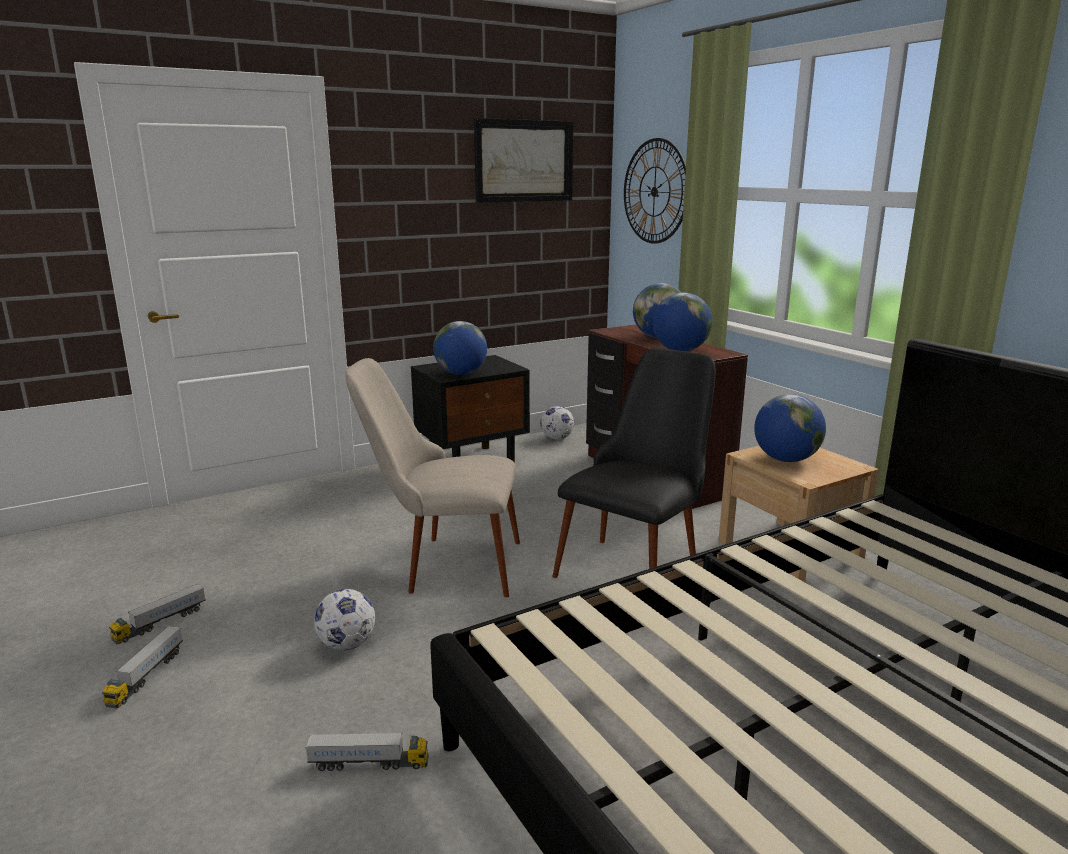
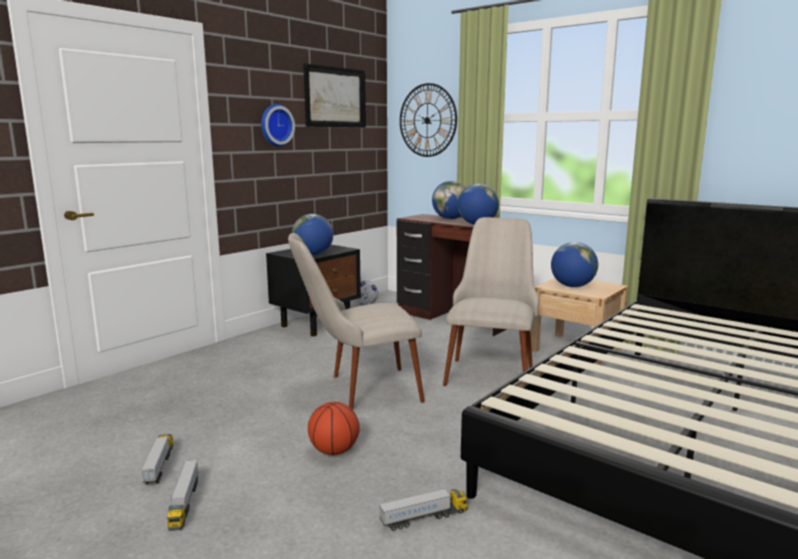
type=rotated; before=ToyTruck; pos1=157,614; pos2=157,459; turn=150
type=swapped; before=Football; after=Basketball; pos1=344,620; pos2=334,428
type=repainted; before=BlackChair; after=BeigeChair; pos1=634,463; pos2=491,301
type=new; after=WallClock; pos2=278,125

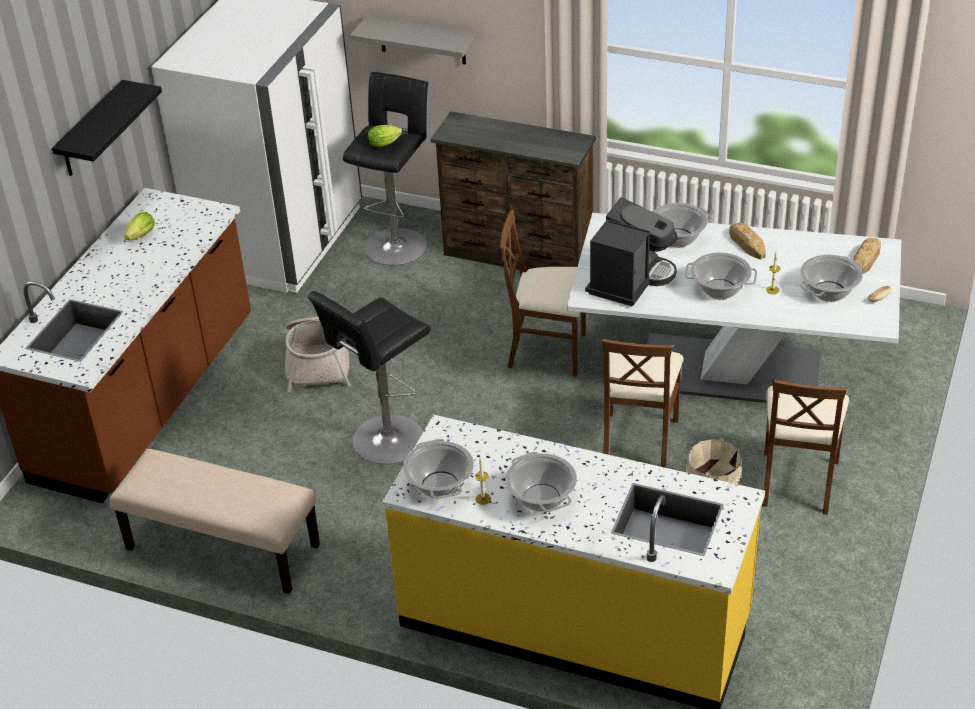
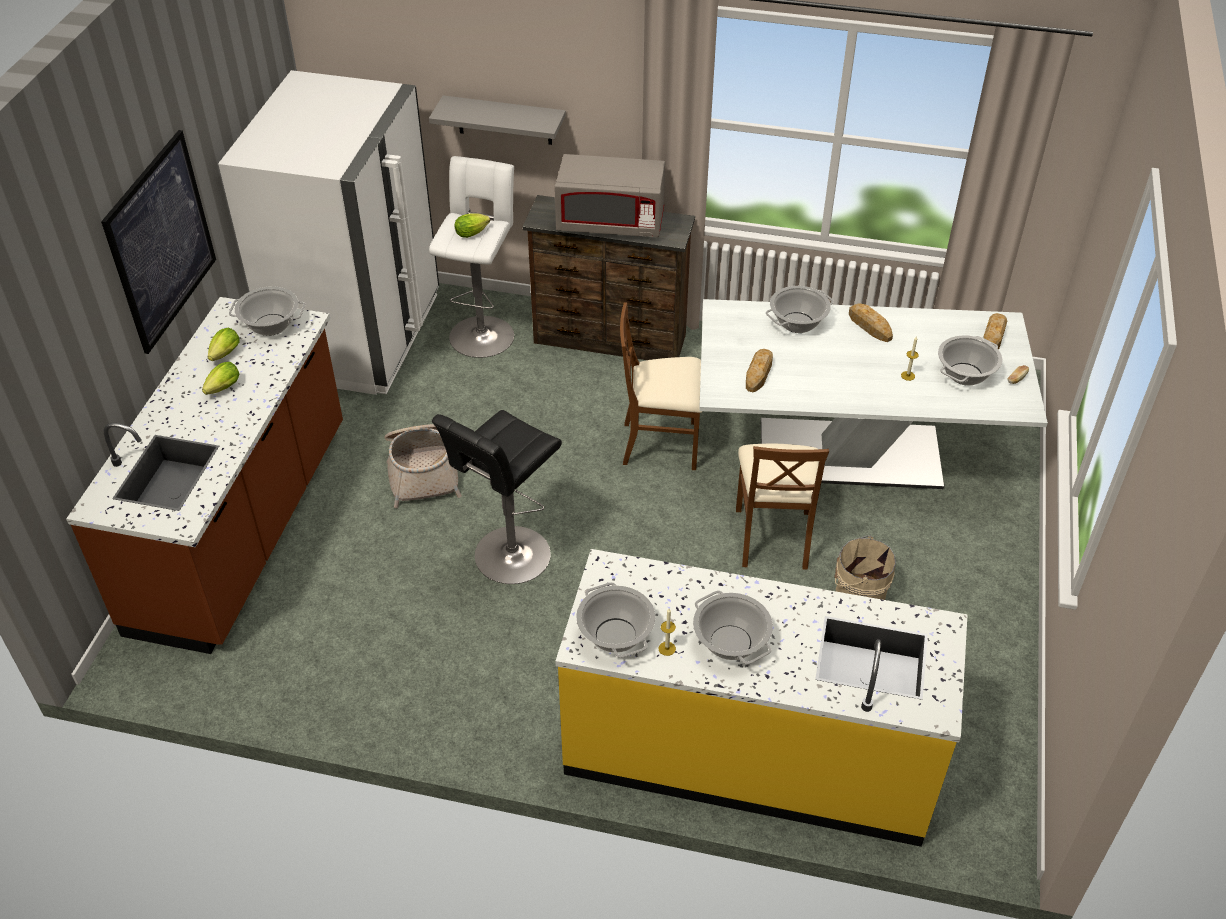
type=swapped; before=BlackShelf; after=Picture; pos1=107,128; pos2=158,242
type=gone; before=BeigeBench; pos1=214,521
type=repainted; before=BlackStool; after=WhiteStool; pos1=385,168; pos2=471,257
type=swapped; before=CoffeeMachine; after=Bread; pos1=631,251; pos2=759,370
type=shifted; before=CookingPot; pos1=721,275; pos2=267,311
type=gone; before=BrownChair; pos1=805,447
type=new; after=Lettuce; pos2=220,378
type=new; after=GreyMicrowave; pos2=609,195

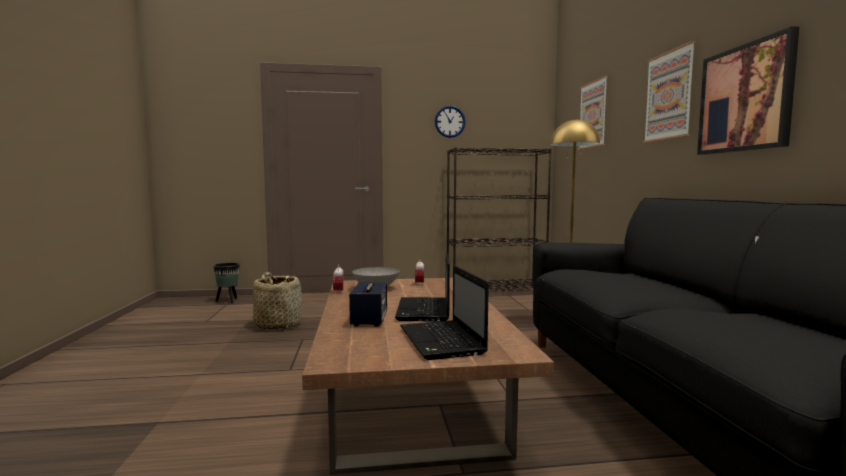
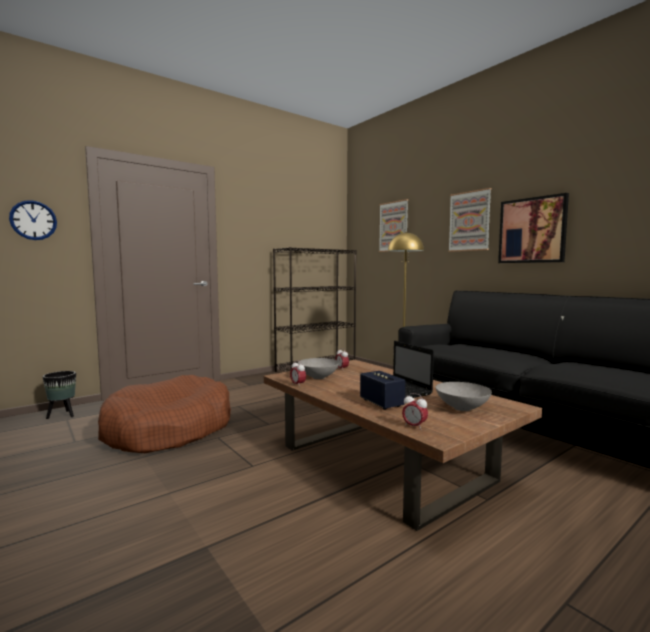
type=swapped; before=Basket; after=BrownDogBed; pos1=277,301; pos2=164,414
type=swapped; before=Laptop; after=GreyBowl; pos1=444,312; pos2=463,396
type=shifted; before=WallClock; pos1=450,122; pos2=33,220
type=new; after=AlarmClock; pos2=415,411

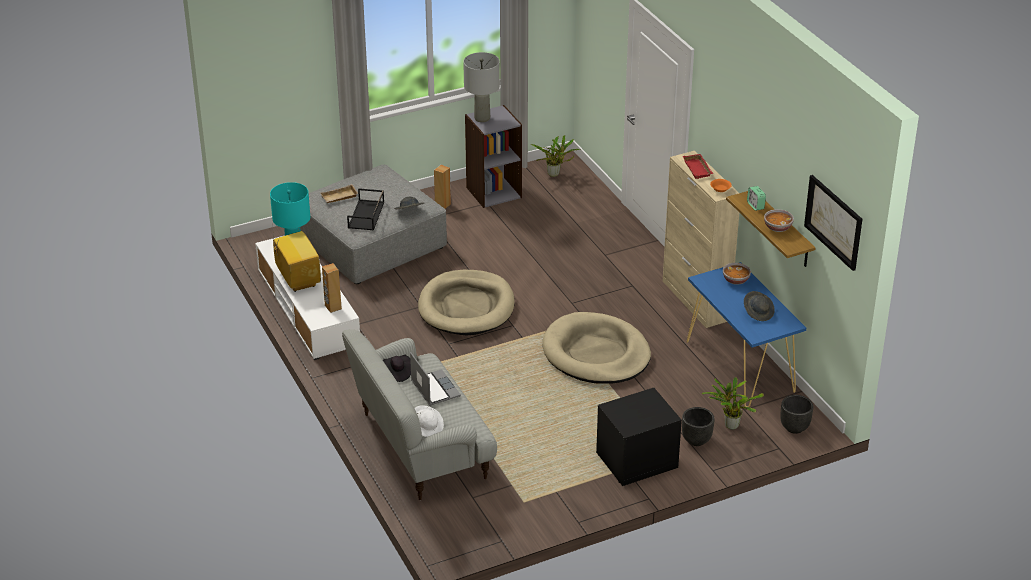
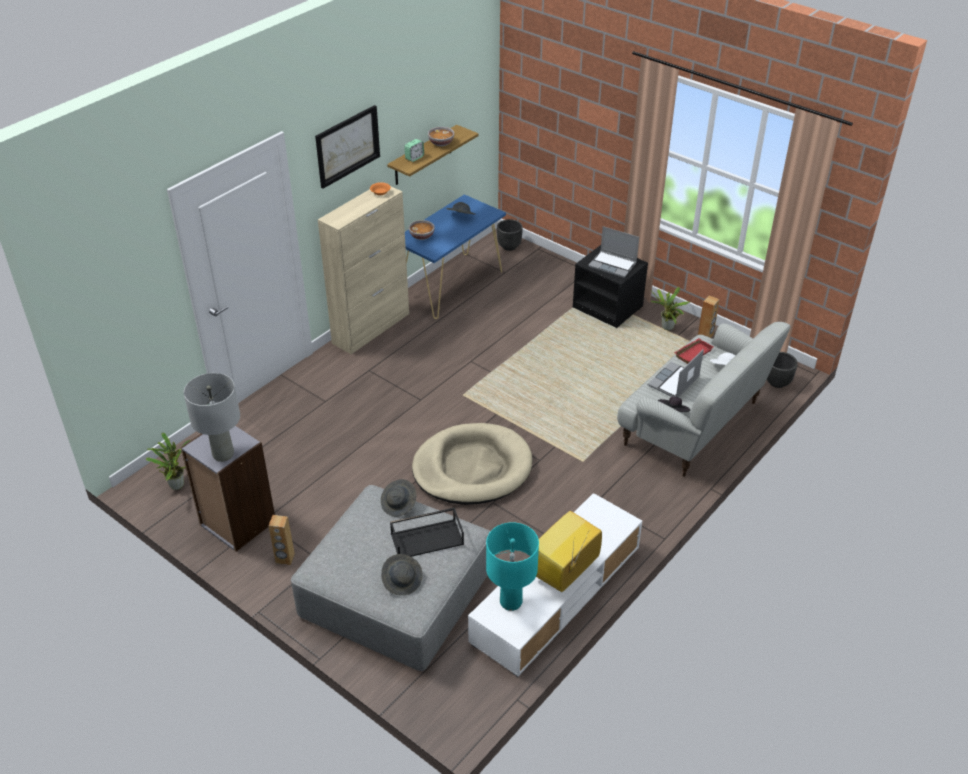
type=swapped; before=BeigeTray; after=GreyHat; pos1=339,193; pos2=402,575
type=shifted; before=BrownSpeaker; pos1=332,288; pos2=709,317
type=gone; before=BeigeDogBed; pos1=596,348
type=shifted; before=BlackPlanter; pos1=698,426; pos2=782,370
type=shifted; before=RedTray; pos1=698,166; pos2=694,351
type=shifted; before=PottedPlant; pos1=733,403; pos2=670,308
type=shifted; before=Picture; pos1=833,223; pos2=347,147
type=new; after=Laptop; pos2=613,252

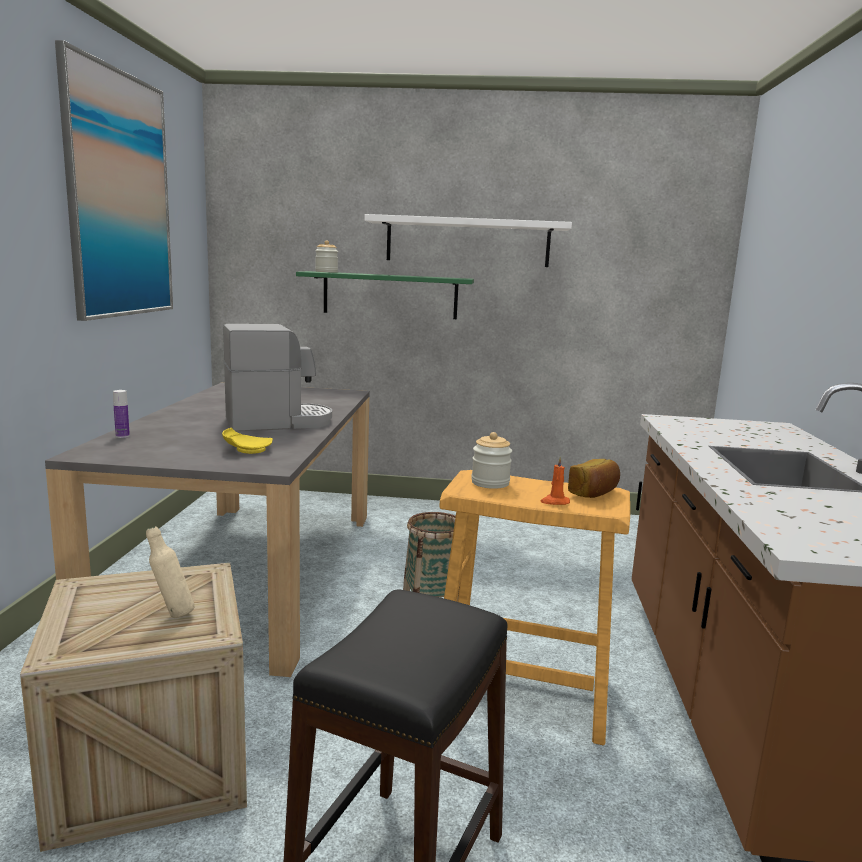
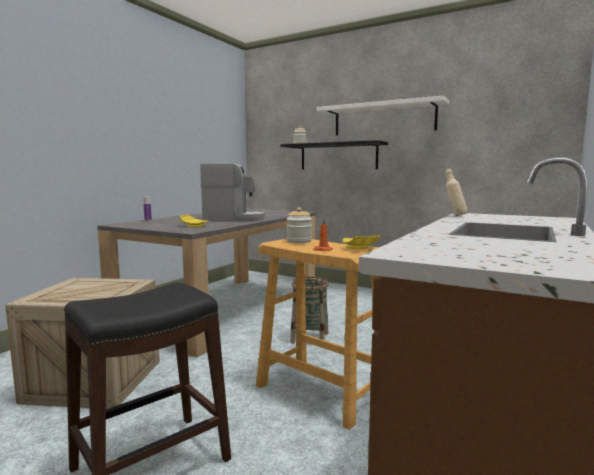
type=gone; before=Picture; pos1=114,180
type=shifted; before=BeigeBottle; pos1=170,572; pos2=456,192
type=repainted; before=GreenShelf; after=BlackShelf; pos1=385,295; pos2=334,155
type=swapped; before=Bread; after=YellowPlate; pos1=594,478; pos2=361,242

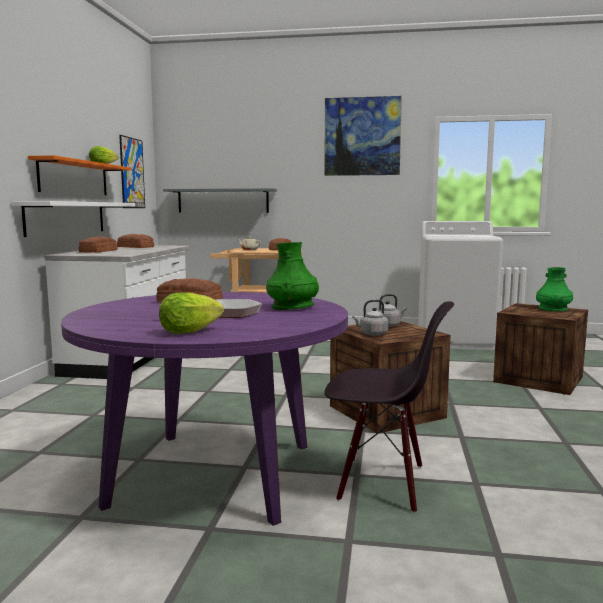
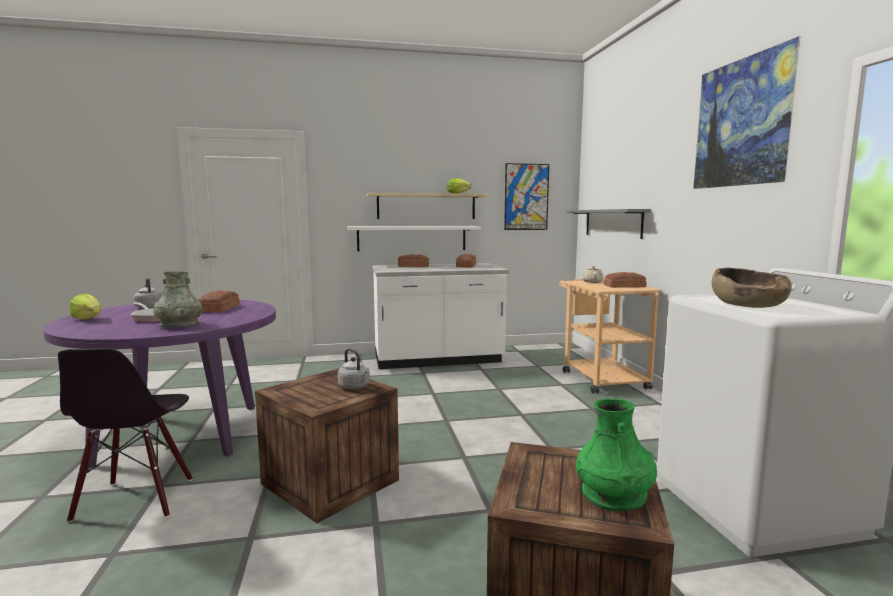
type=repainted; before=OrangeShelf; after=BeigeShelf; pos1=79,175; pos2=428,206
type=repainted; before=GreenVase; after=GreyVase; pos1=292,276; pos2=178,299
type=shifted; before=GreyKettle; pos1=370,318; pos2=148,293
type=new; after=BrownBowl; pos2=752,288

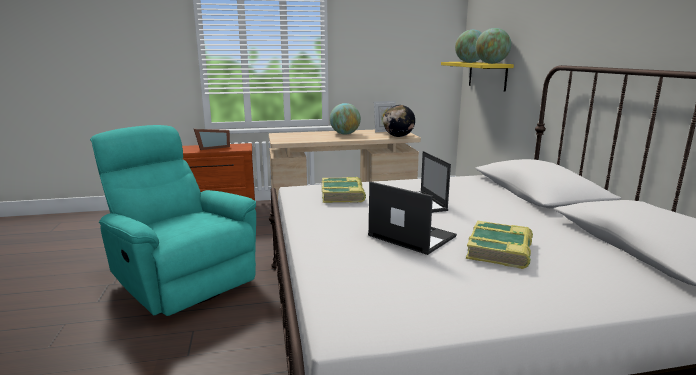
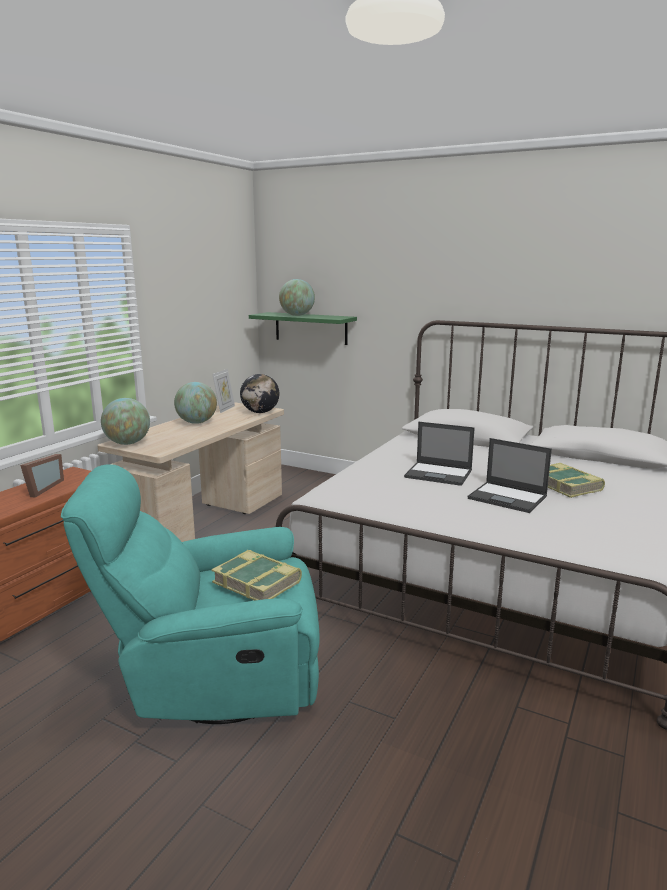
type=shifted; before=Book; pos1=344,190; pos2=256,575
type=rotated; before=Laptop; pos1=412,218; pos2=510,475; turn=-135
type=repainted; before=YellowShelf; after=GreenShelf; pos1=477,77; pos2=303,328
type=shifted; before=Globe; pos1=493,46; pos2=125,421

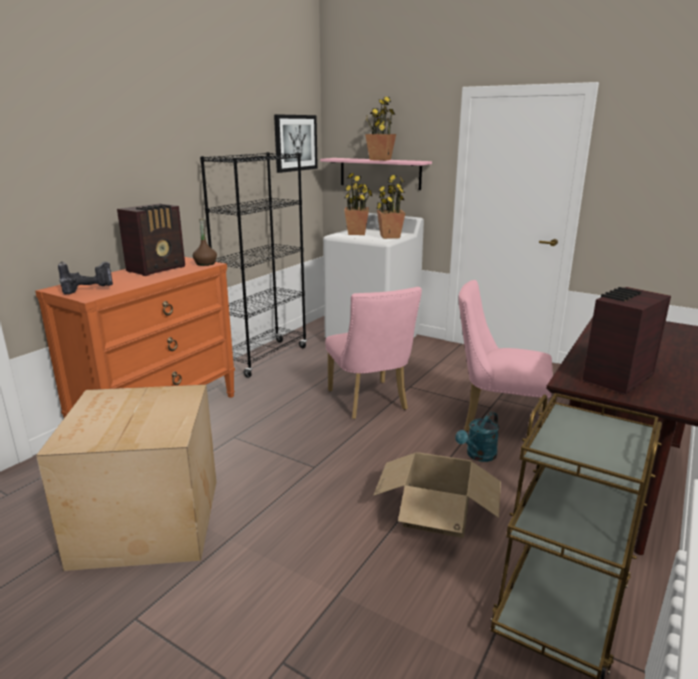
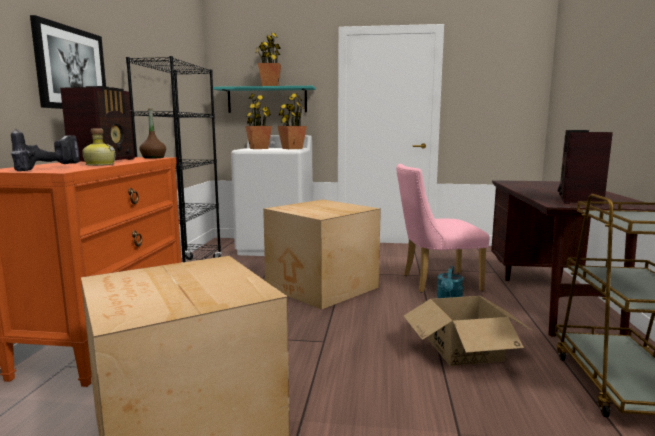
type=shifted; before=Picture; pos1=296,143; pos2=68,62
type=repainted; before=PinkShelf; after=TurquoiseShelf; pos1=376,174; pos2=264,99
type=swapped; before=PinkChair; after=CardboardBox; pos1=373,353; pos2=322,254
type=new; after=Bottle; pos2=99,147

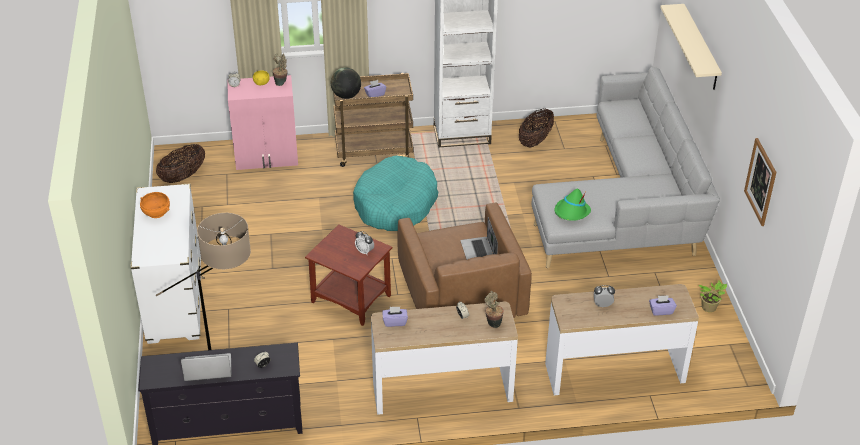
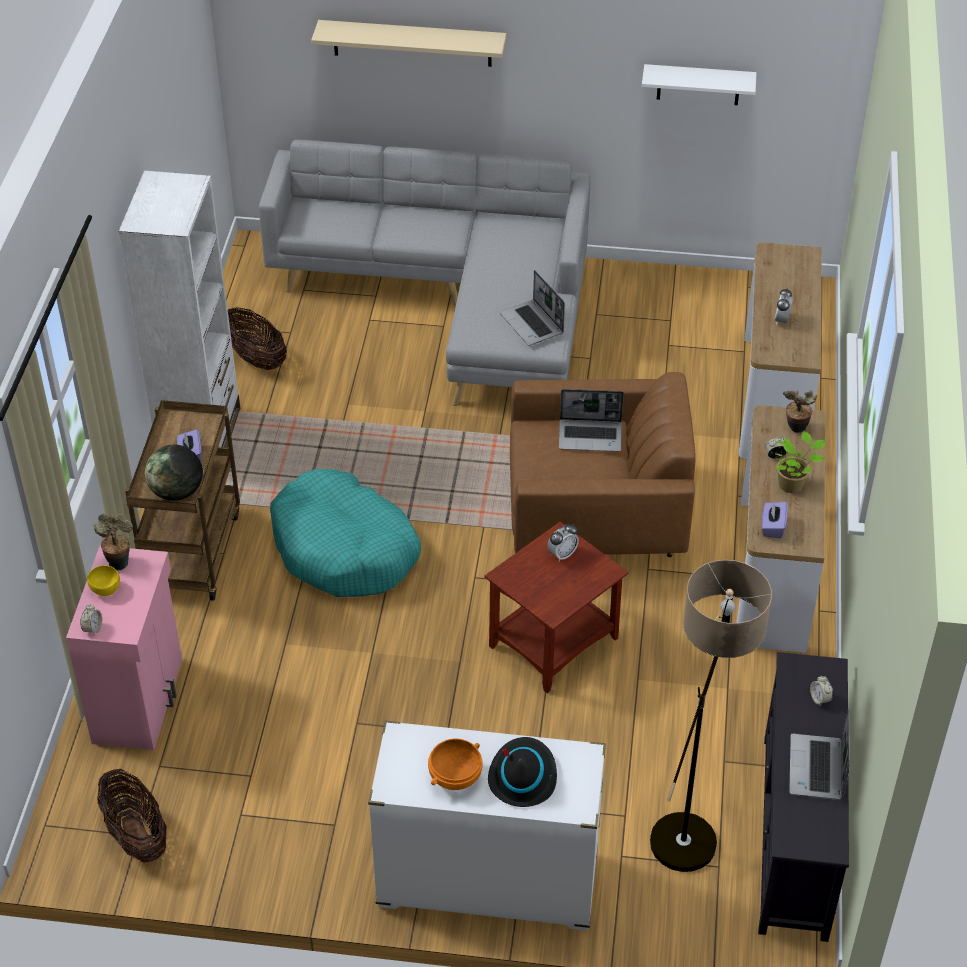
type=swapped; before=GreenHat; after=Laptop; pos1=573,205; pos2=532,308
type=gone; before=PurpleTissueBox; pos1=663,305
type=shifted; before=PottedPlant; pos1=713,296; pos2=800,462
type=swapped; before=Picture; after=WhiteShelf; pos1=760,182; pos2=699,84
type=new; after=BlackHat; pos2=522,772

